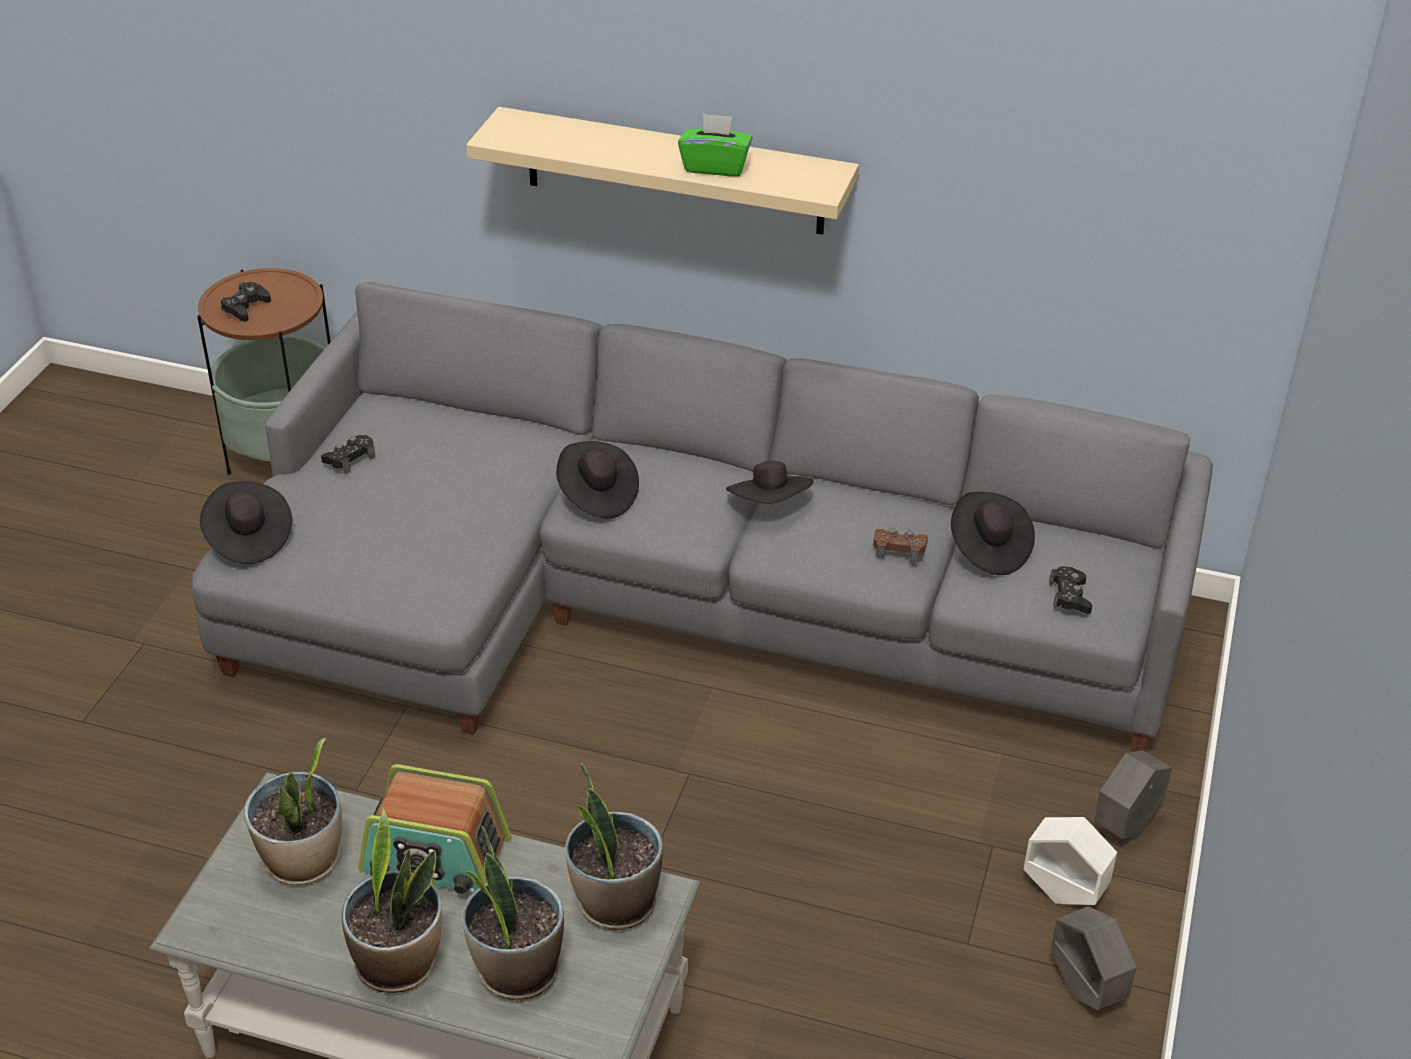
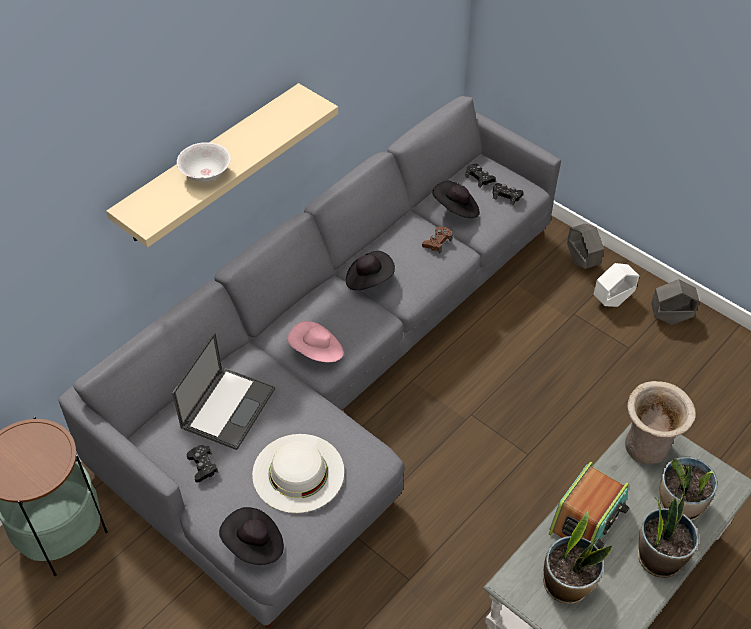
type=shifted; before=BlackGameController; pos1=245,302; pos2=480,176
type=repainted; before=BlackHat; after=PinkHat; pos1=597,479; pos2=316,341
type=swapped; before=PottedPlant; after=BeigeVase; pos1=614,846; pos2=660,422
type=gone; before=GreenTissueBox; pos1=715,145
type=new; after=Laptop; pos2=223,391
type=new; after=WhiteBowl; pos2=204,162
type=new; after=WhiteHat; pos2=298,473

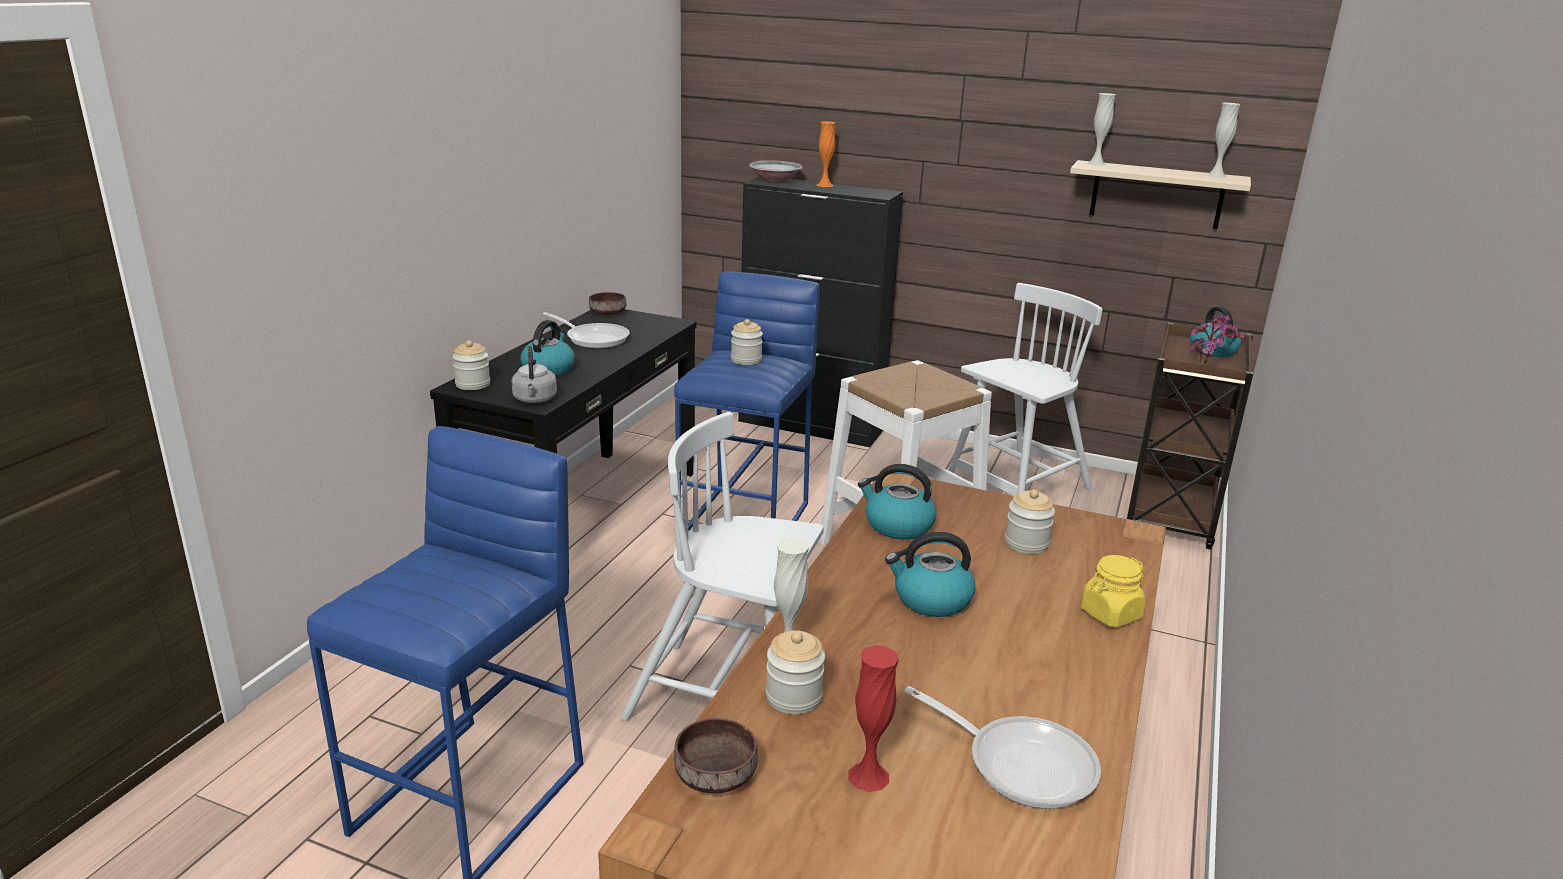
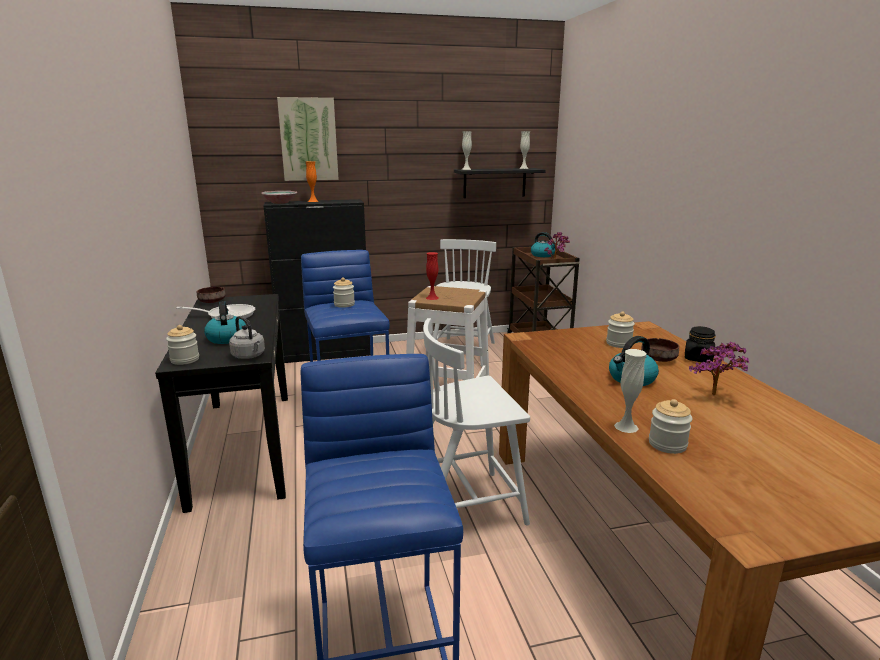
type=shifted; before=BrownBowl; pos1=716,755; pos2=660,350
type=shifted; before=RedVase; pos1=873,718; pos2=432,276
type=gone; before=Kettle; pos1=897,501
type=gone; before=FryingPan; pos1=1002,747
type=repainted; before=BeigeShelf; after=BlackShelf; pos1=1160,194; pos2=500,183
type=repainted; before=YellowJar; after=BlackJar; pos1=1113,591; pos2=700,344
type=new; after=Picture; pos2=308,139
type=new; after=PottedPlant; pos2=719,368

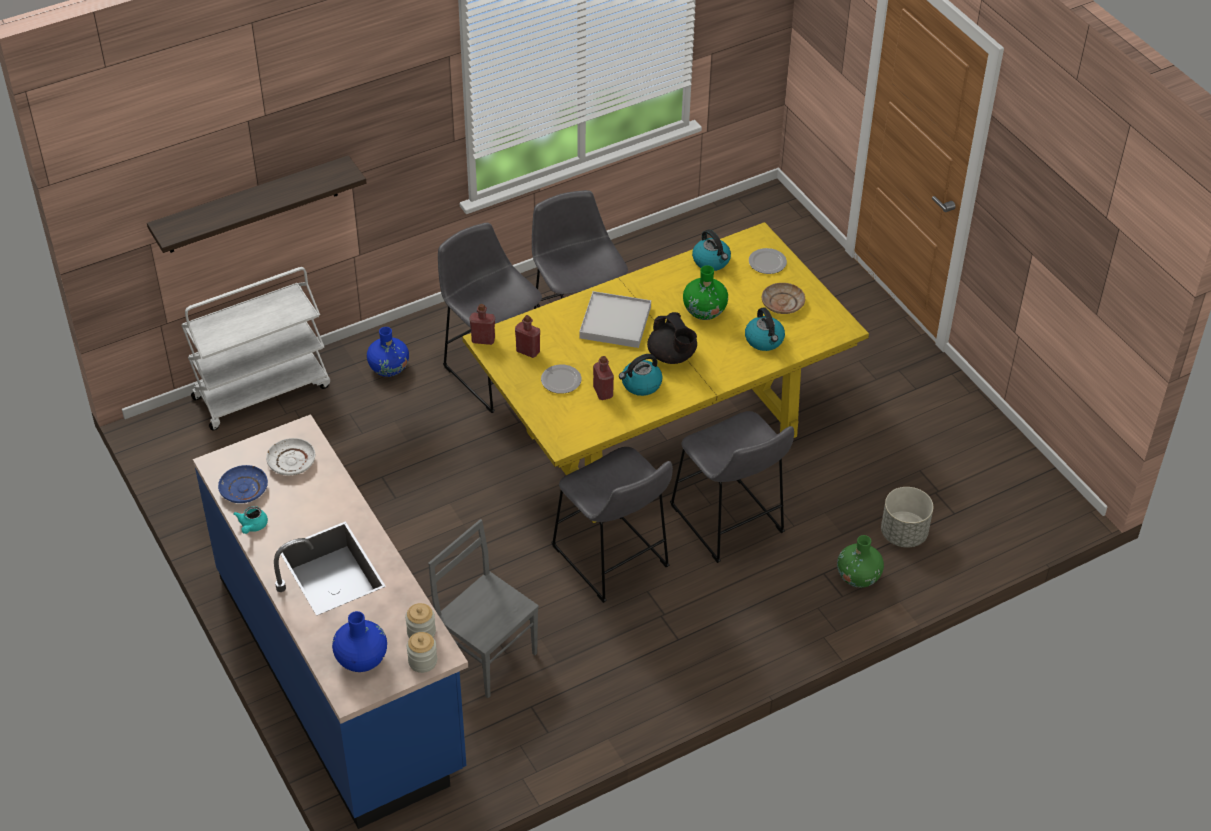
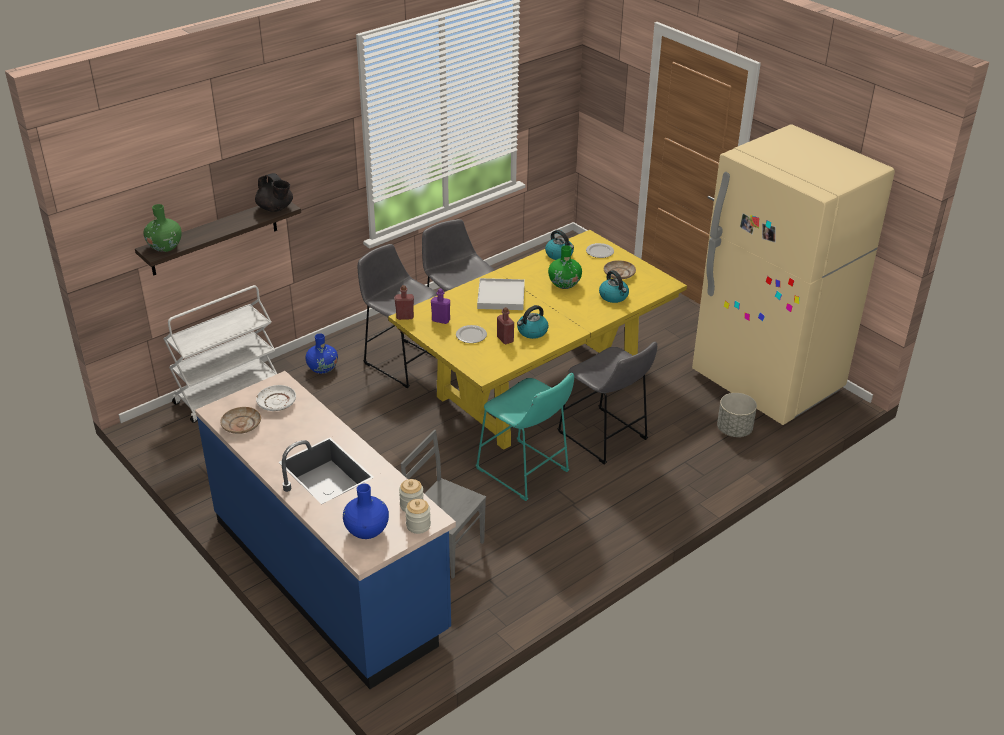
type=repainted; before=BluePlate; after=BeigePlate; pos1=243,484; pos2=241,420
type=gone; before=TurquoiseTeapot; pos1=250,520
type=repainted; before=RedBottle; after=PurpleBottle; pos1=527,336; pos2=440,306
type=repainted; before=GreyStool; after=TurquoiseStool; pos1=612,525; pos2=524,437
type=shifted; before=BlackTeapot; pos1=672,338; pos2=274,192
type=shifted; before=GreenVase; pos1=860,561; pos2=163,228
type=new; after=BeigeFridge; pos2=793,275

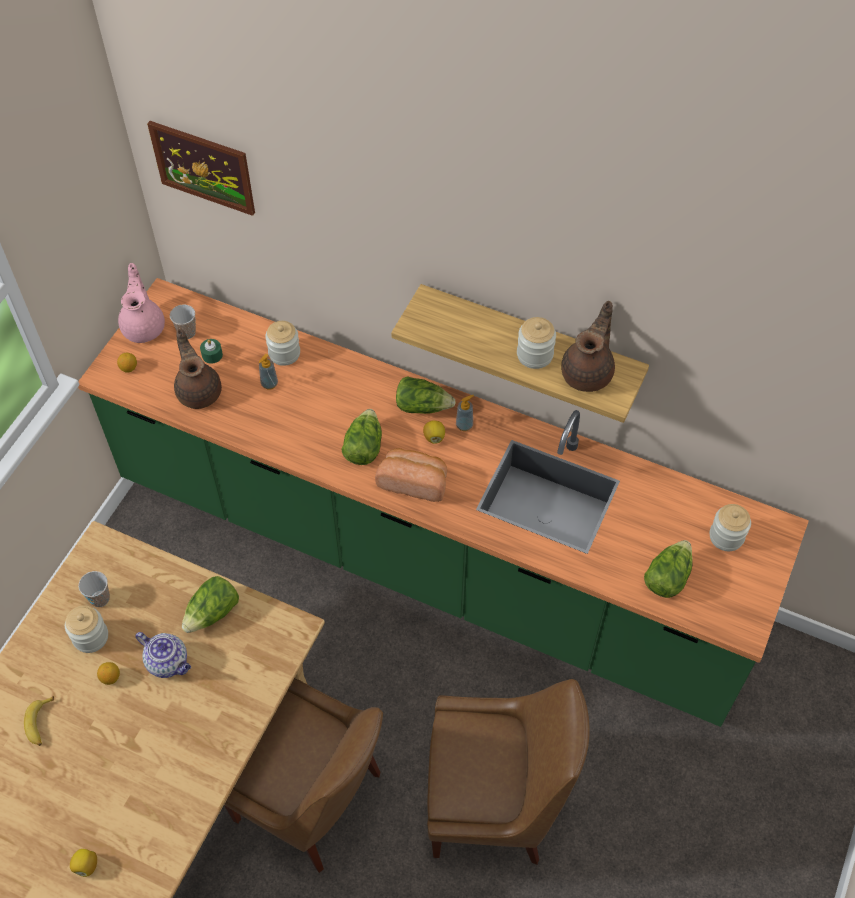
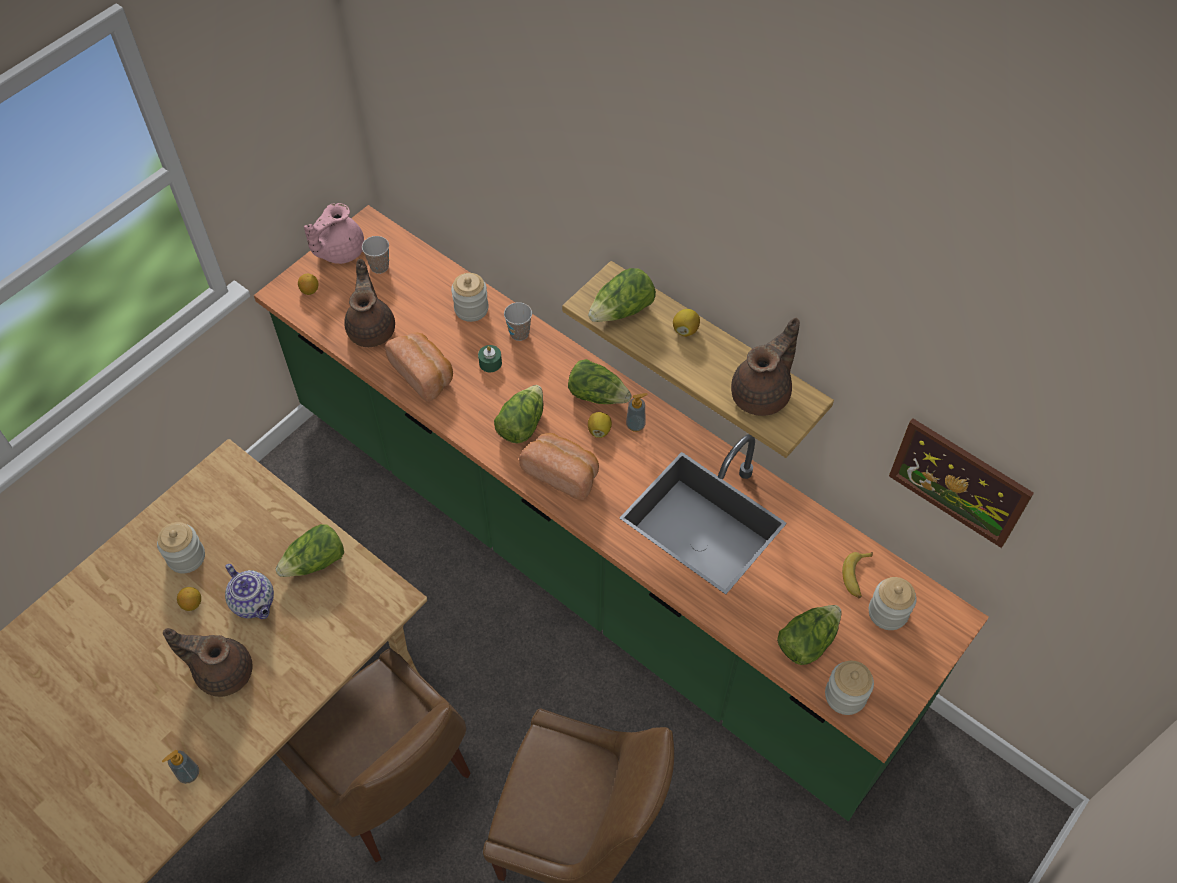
type=shifted; before=Banana; pos1=39,721; pos2=857,575
type=shifted; before=Lemon; pos1=83,863; pos2=686,323
type=shifted; before=Cup; pos1=94,589; pos2=518,321
type=rotated; before=PinkTeapot; pos1=141,303; pos2=334,233; turn=-150
type=shifted; before=Picture; pos1=201,168; pos2=961,483
type=shifted; before=GreenCandle; pos1=211,351; pos2=490,358
type=shifted; before=SoapDispenser; pos1=268,372; pos2=180,767
type=shifted; before=Jar; pos1=536,343; pos2=849,688
type=new; after=BrownTeapot; pos2=208,662
type=new; after=Bread; pos2=419,367
type=new; after=Lettuce; pos2=622,295

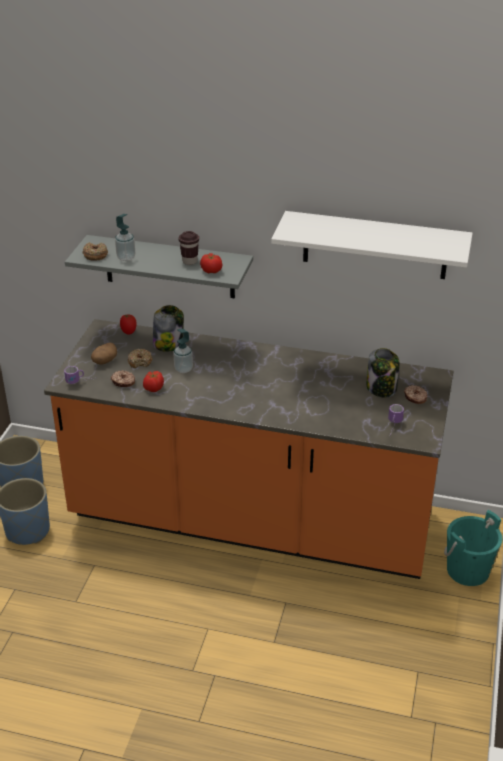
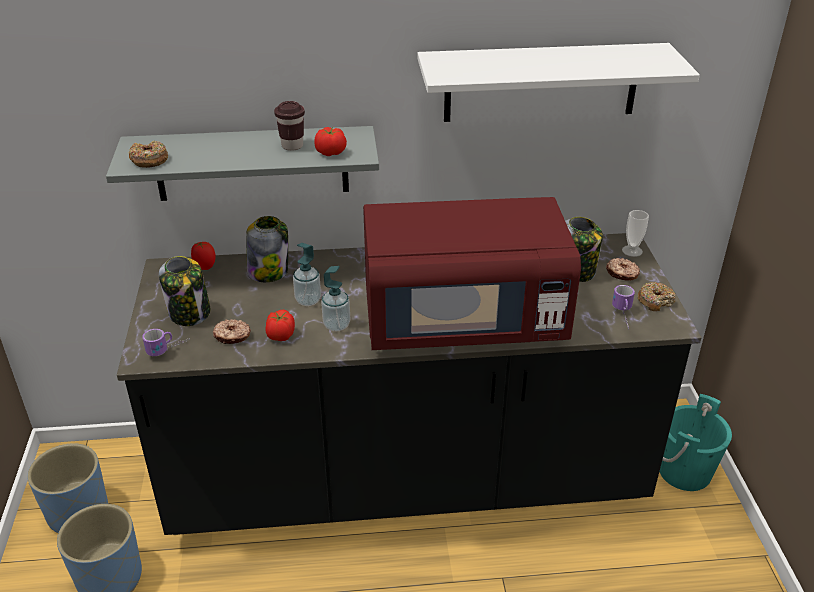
type=repainted; before=OrangeCounter; after=BlackCounter; pos1=248,449; pos2=409,384
type=swapped; before=Potato; after=Jar; pos1=104,354; pos2=184,291
type=shifted; before=SoapDispenser; pos1=125,237; pos2=335,299
type=shifted; before=Donut; pos1=140,358; pos2=657,296
type=new; after=RedMicrowave; pos2=472,273
type=new; after=Cup; pos2=635,233

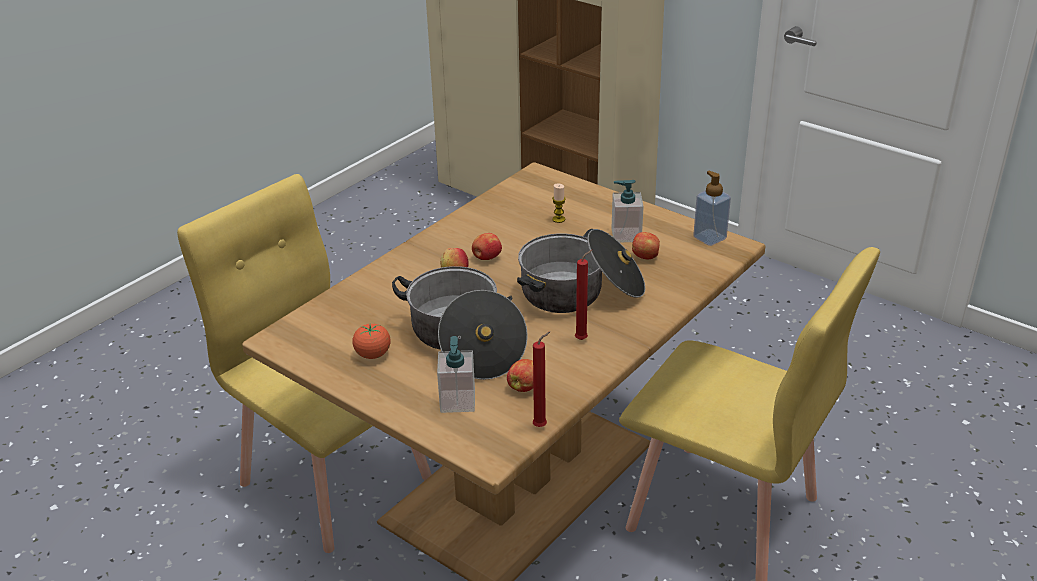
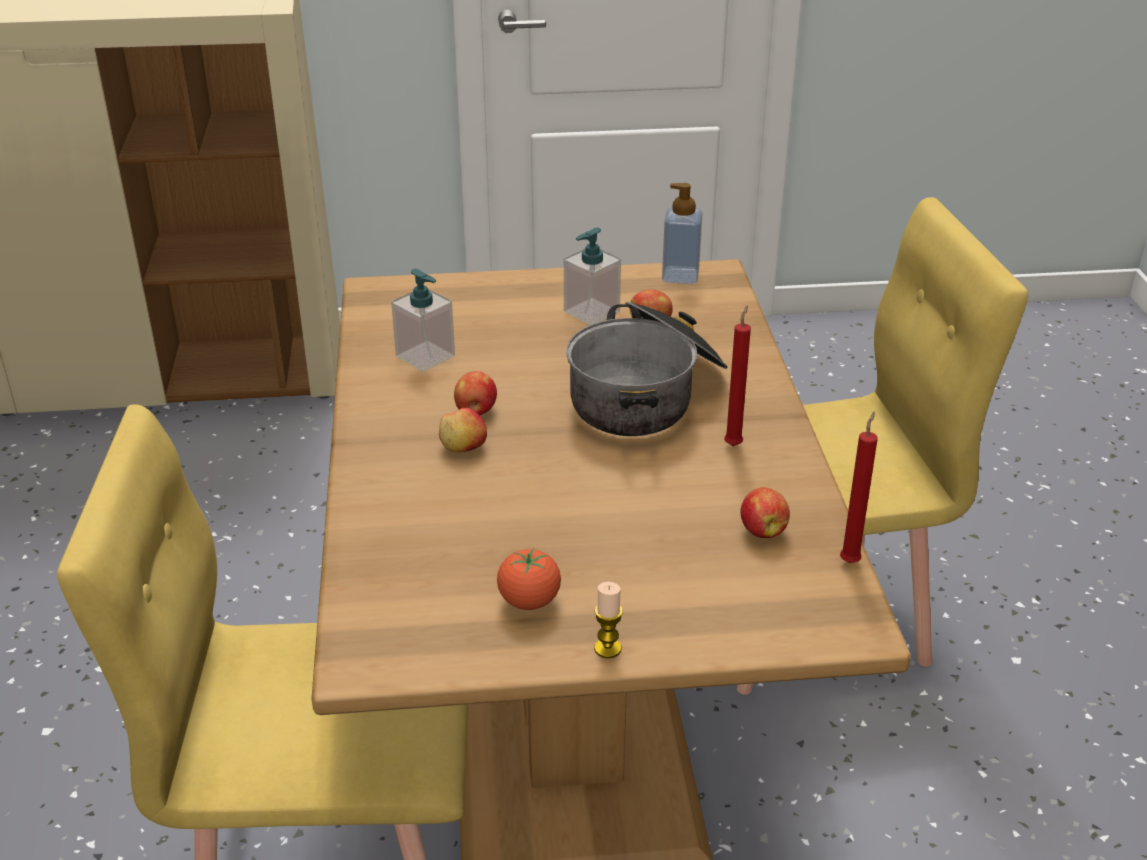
type=gone; before=CookingPot; pos1=460,323
type=shifted; before=SoapDispenser; pos1=456,374; pos2=423,320
type=shifted; before=Candle; pos1=559,203; pos2=608,620

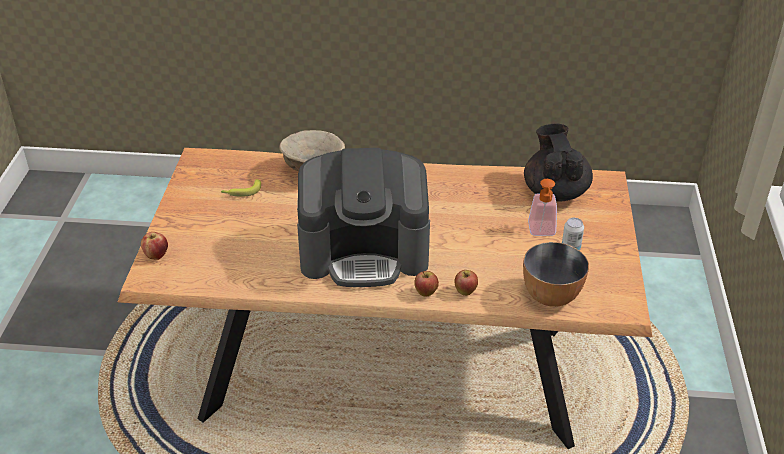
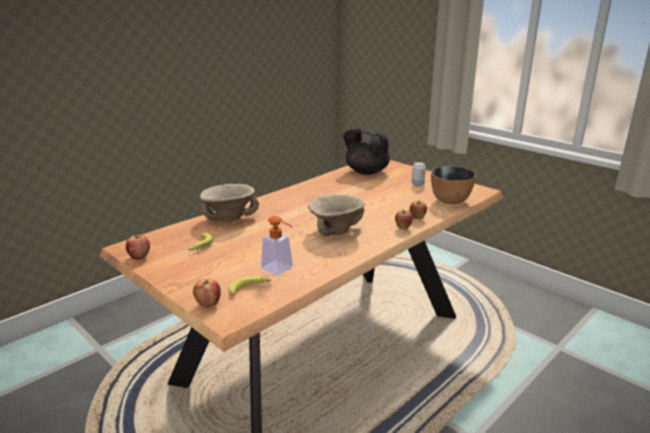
type=swapped; before=CoffeeMachine; after=BeigeBowl; pos1=363,217; pos2=336,215
type=shifted; before=SoapDispenser; pos1=542,207; pos2=277,245
type=new; after=Apple; pos2=138,247
type=new; after=Banana; pos2=250,285

